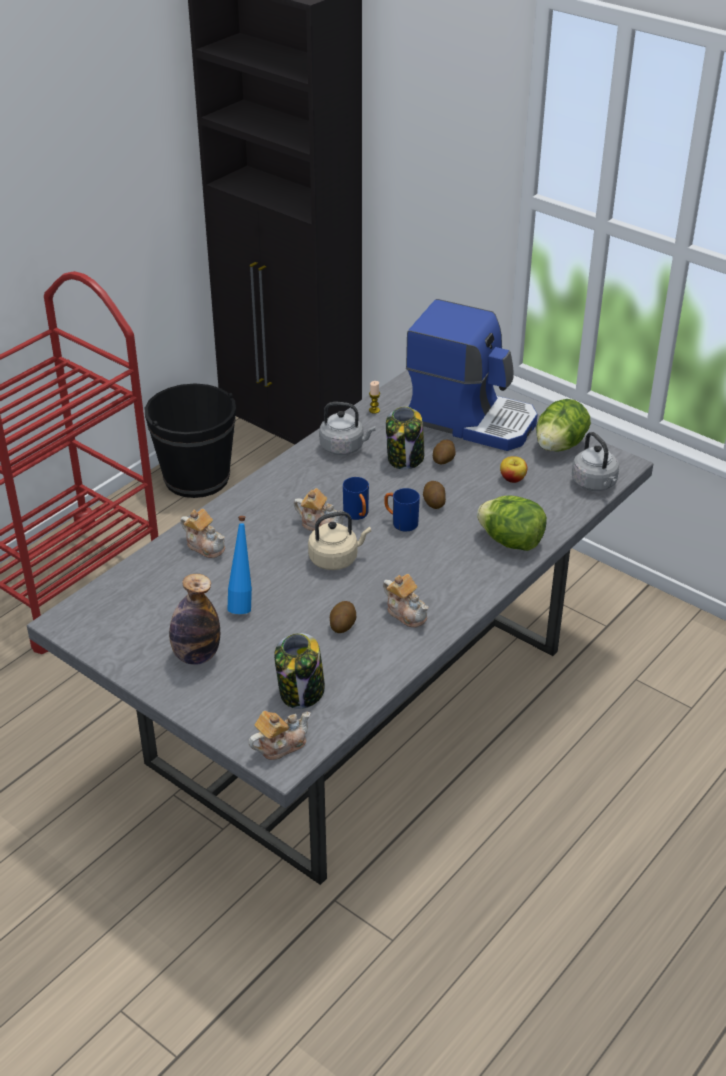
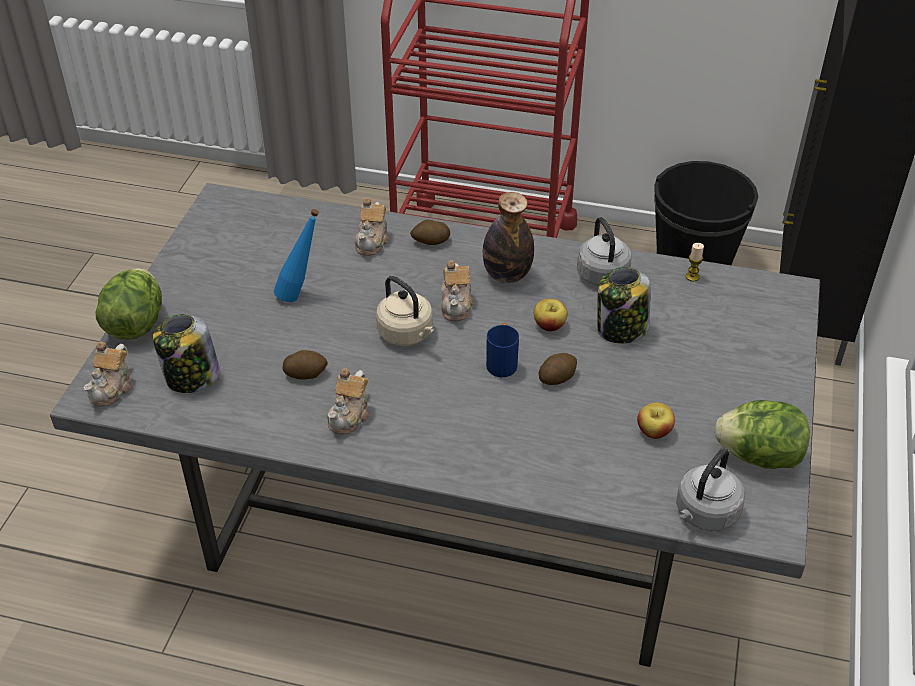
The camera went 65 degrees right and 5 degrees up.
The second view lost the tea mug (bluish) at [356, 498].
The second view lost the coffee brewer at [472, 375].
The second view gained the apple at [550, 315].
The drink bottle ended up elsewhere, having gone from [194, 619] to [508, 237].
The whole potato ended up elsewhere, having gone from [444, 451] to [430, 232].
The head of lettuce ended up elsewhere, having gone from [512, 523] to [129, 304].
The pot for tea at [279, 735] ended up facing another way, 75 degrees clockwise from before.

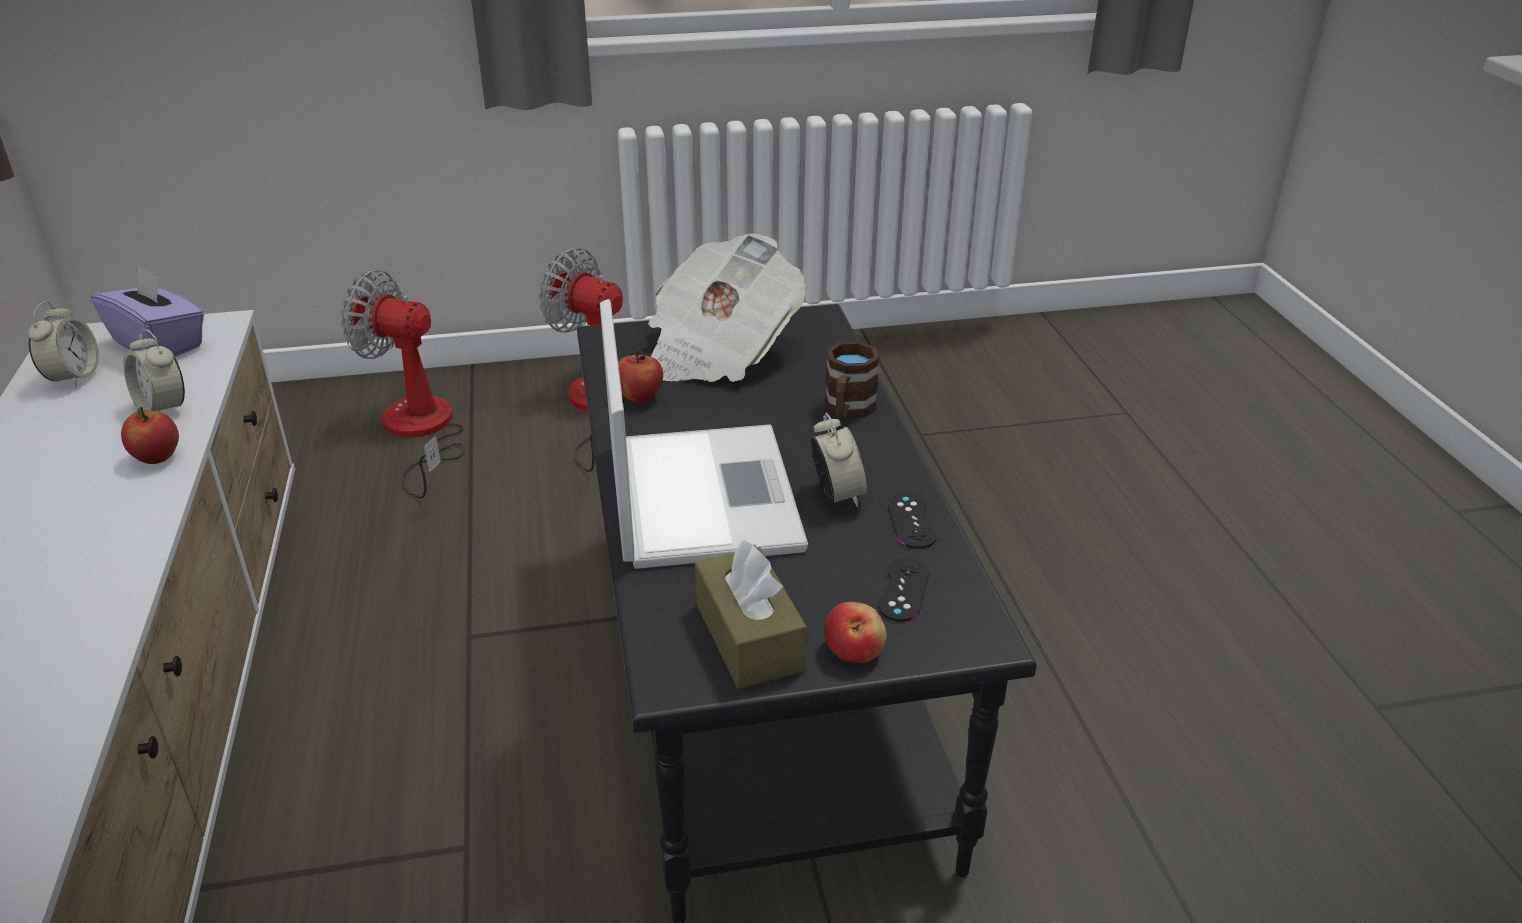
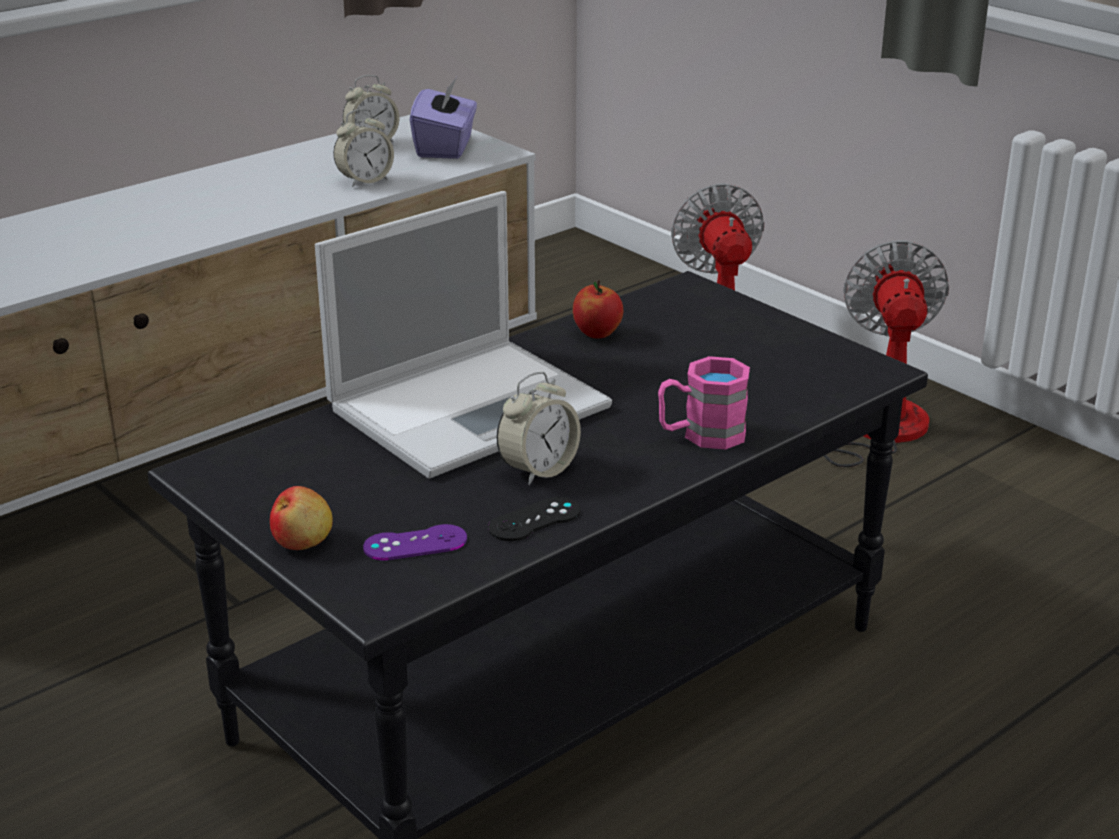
The camera went 60 degrees right and 5 degrees down.
The second view lost the apple at [150, 435].
The second view lost the printed paper at [727, 307].
The second view lost the box of tissues (brownish) at [751, 614].
What was the tea mug (brownish) at [852, 380] turned into the tea mug (pinkish) at [704, 402].
What was the game controller (blackish) at [903, 590] turned into the game controller (purple-coloured) at [415, 542].
The table clock at [154, 370] ended up facing another way, 135 degrees counterclockwise from before.

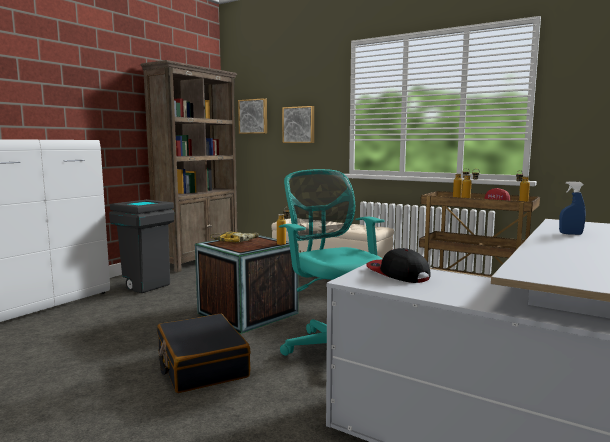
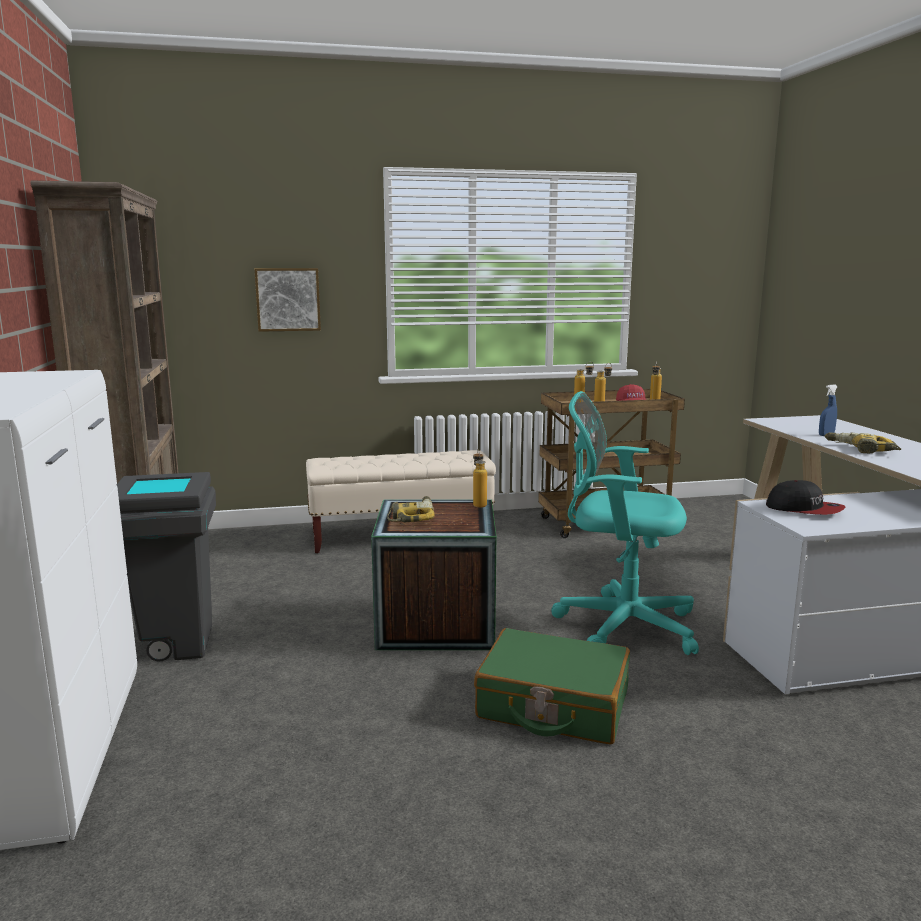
The camera went 45 degrees left and 5 degrees up.
The second view lost the picture at [252, 116].
The second view gained the electric drill at [863, 443].
What was the suitcase (blackish) at [204, 353] turned into the suitcase (greenish) at [552, 686].
The baseball cap at [398, 265] ended up facing another way, 150 degrees counterclockwise from before.

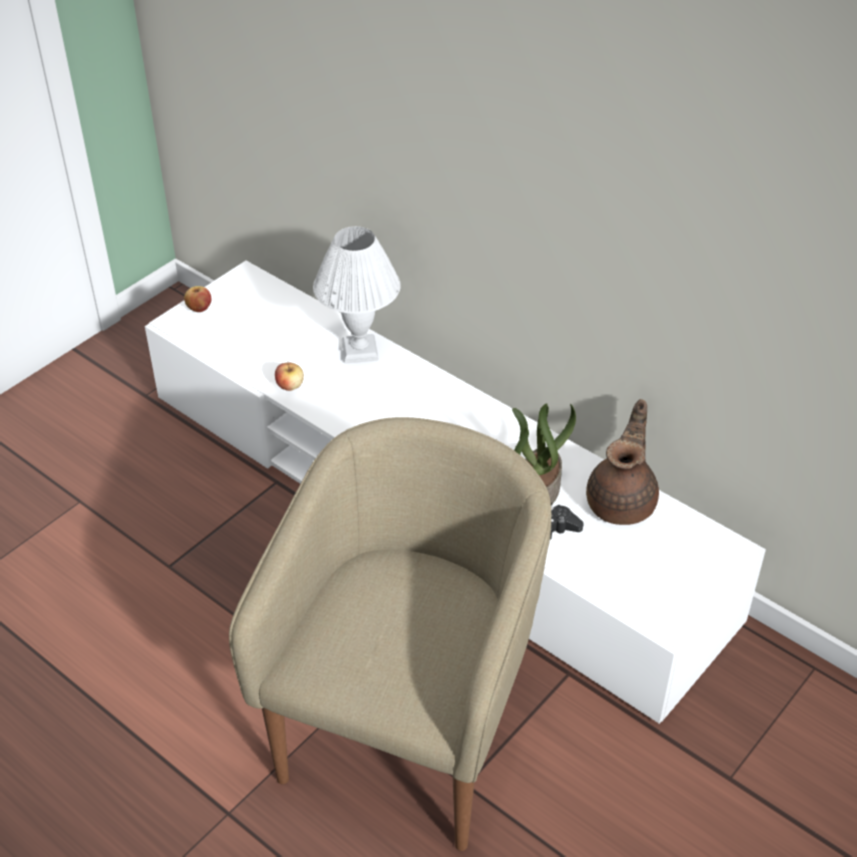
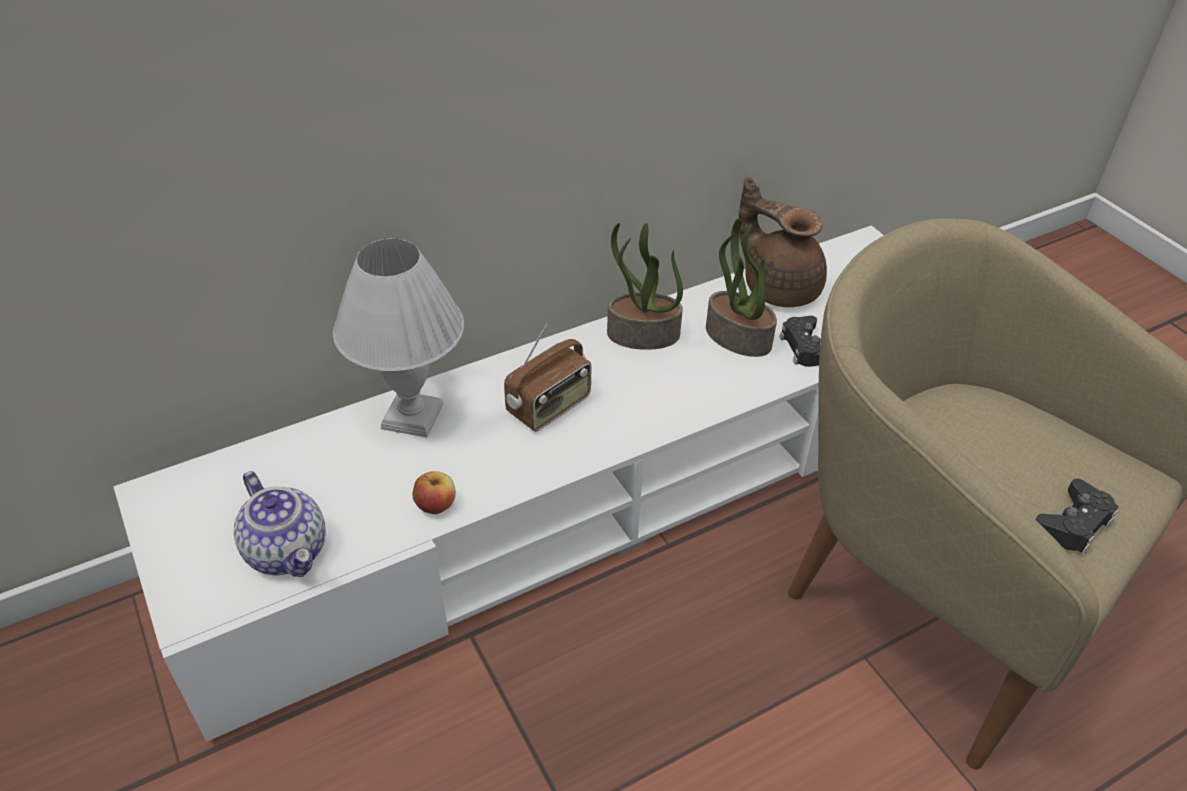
The camera went 70 degrees left and 0 degrees up.
The second view lost the apple at [197, 299].
The second view gained the pot for tea at [279, 524].
The second view gained the radio at [547, 375].
The second view gained the houseplant at [645, 286].
The second view gained the game controller (blackish) at [1077, 516].

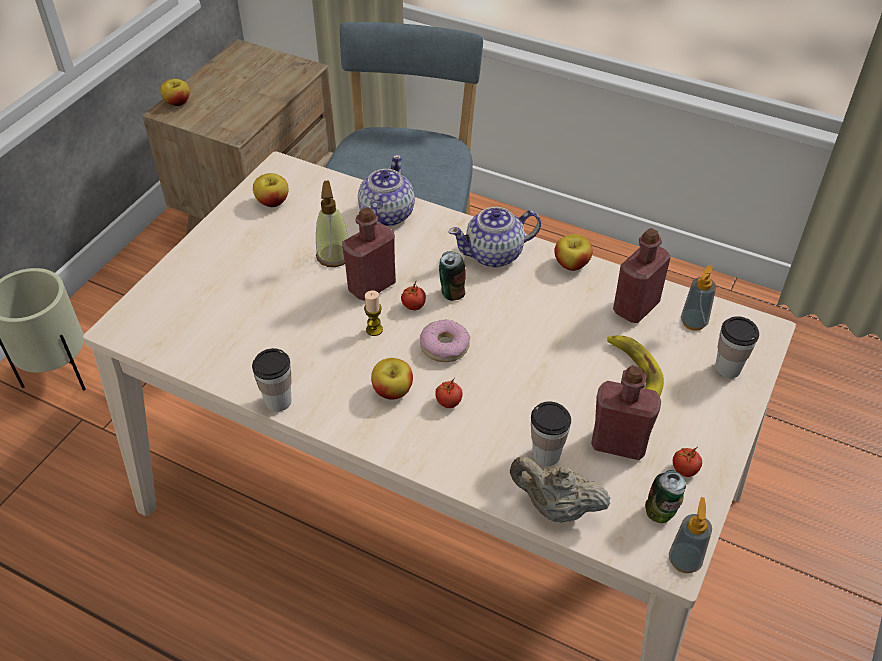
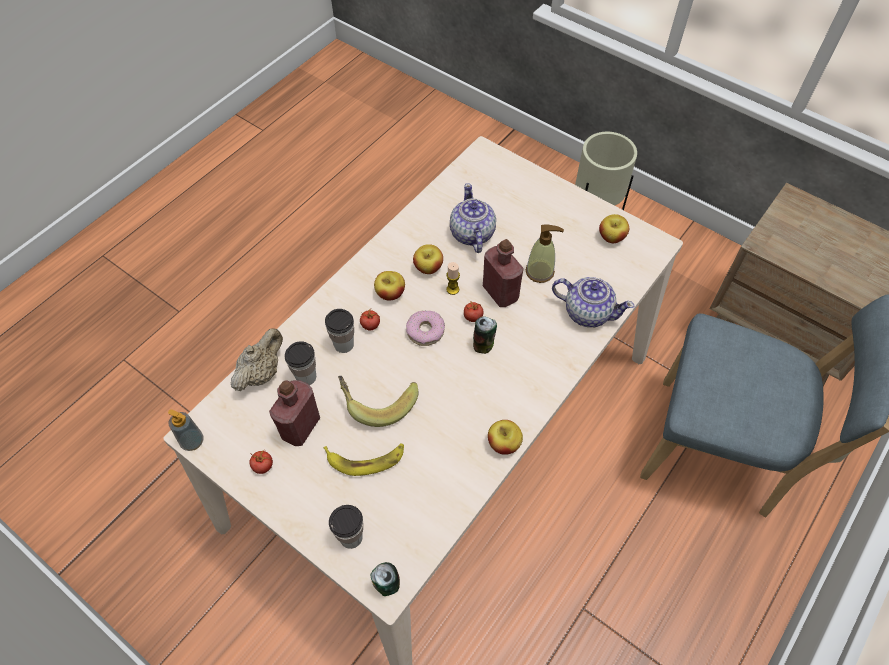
The camera went 100 degrees right and 10 degrees up.
The second view lost the drink bottle (reddish) at [642, 275].
The second view lost the soap dispenser at [698, 298].
The second view gained the banana at [378, 401].
The apple ended up elsewhere, having gone from [175, 92] to [428, 259].
The cup ended up elsewhere, having gone from [272, 380] to [339, 331].
The pot for tea ended up elsewhere, having gone from [495, 237] to [473, 218].
The sealed can ended up elsewhere, having gone from [665, 496] to [385, 579].

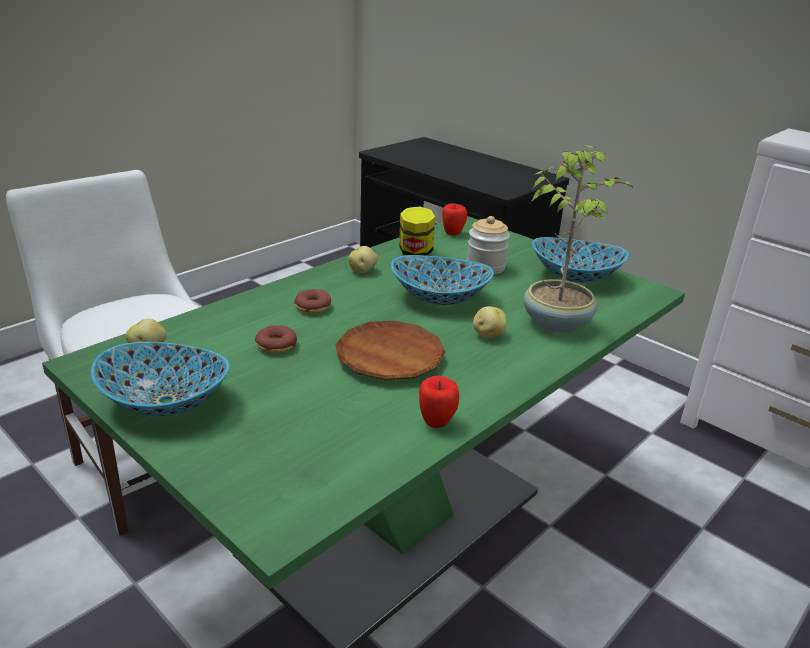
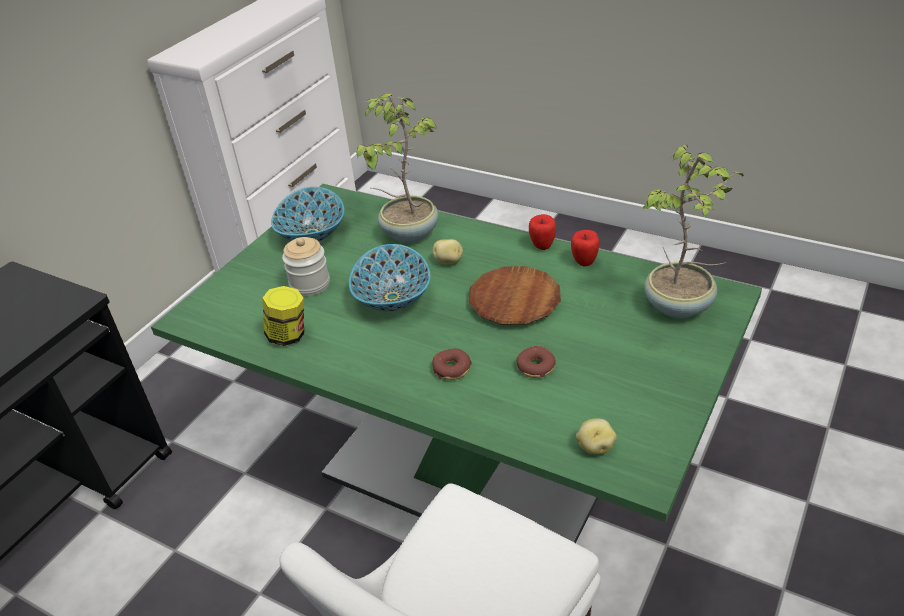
The camera went 100 degrees left and 10 degrees up.
The second view lost the deep dish at [160, 379].
The second view lost the whole potato at [363, 259].
The second view gained the houseplant at [693, 231].
The apple ended up elsewhere, having gone from [454, 219] to [542, 232].

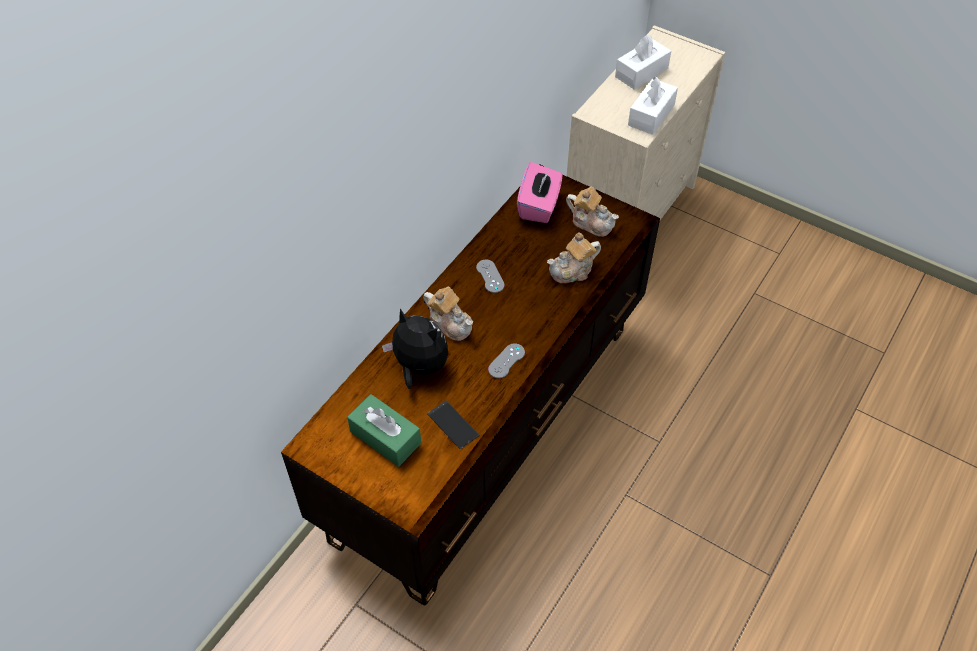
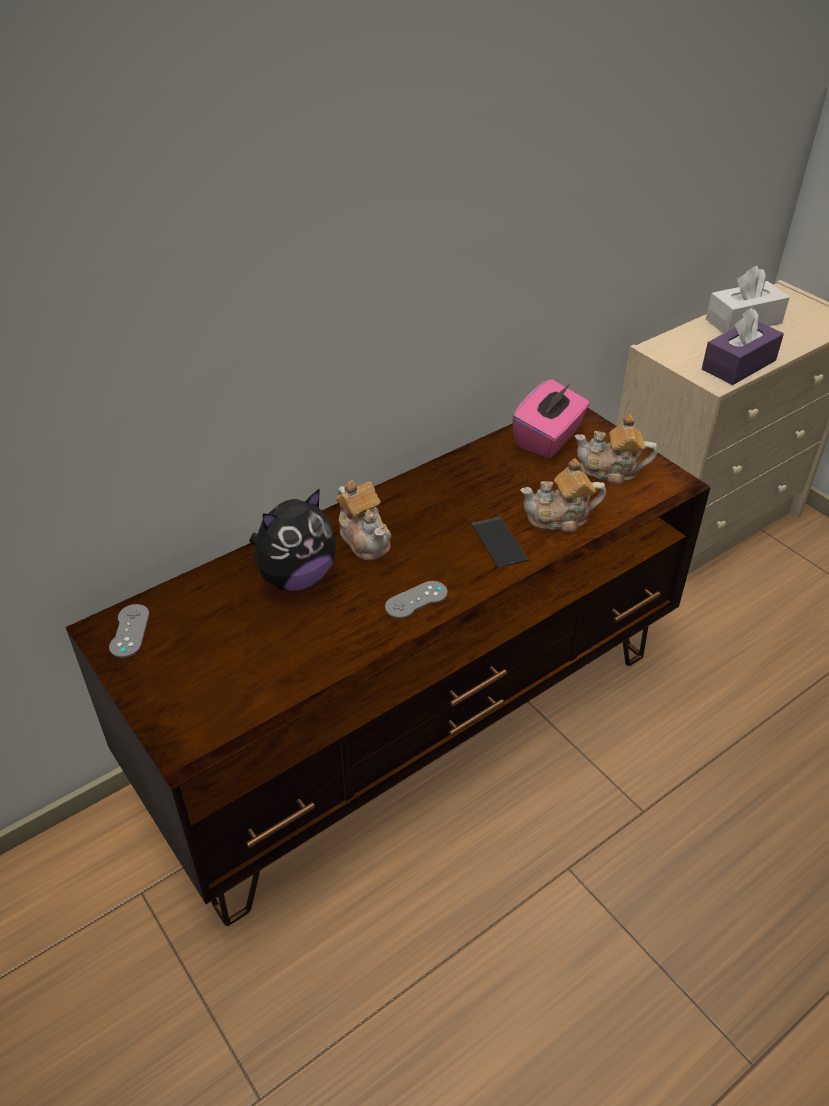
The camera went 20 degrees right and 10 degrees down.
The second view lost the box of tissues (greenish) at [384, 430].
The telephone ended up elsewhere, having gone from [453, 424] to [499, 542].
The game controller (gray) ended up elsewhere, having gone from [490, 276] to [129, 631].
What was the box of tissues (white) at [653, 105] turned into the box of tissues (purple-coloured) at [743, 346].
The plush toy at [415, 349] ended up facing another way, 90 degrees clockwise from before.
The pot for tea at [592, 212] ended up facing another way, 135 degrees clockwise from before.

